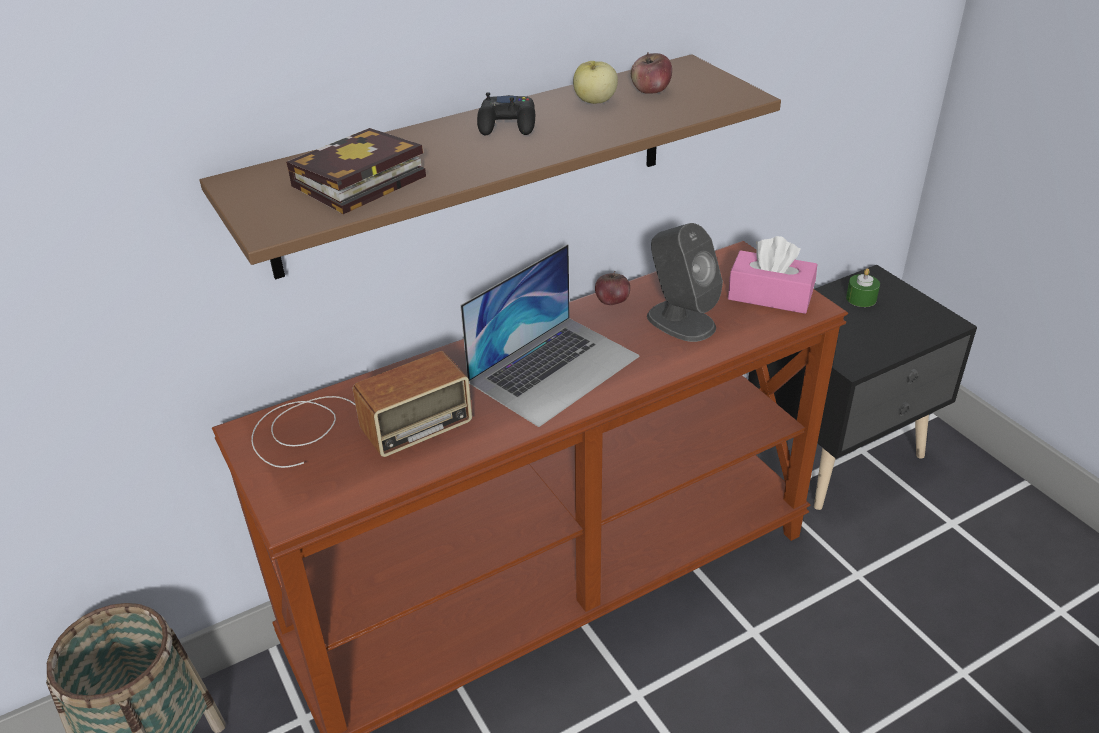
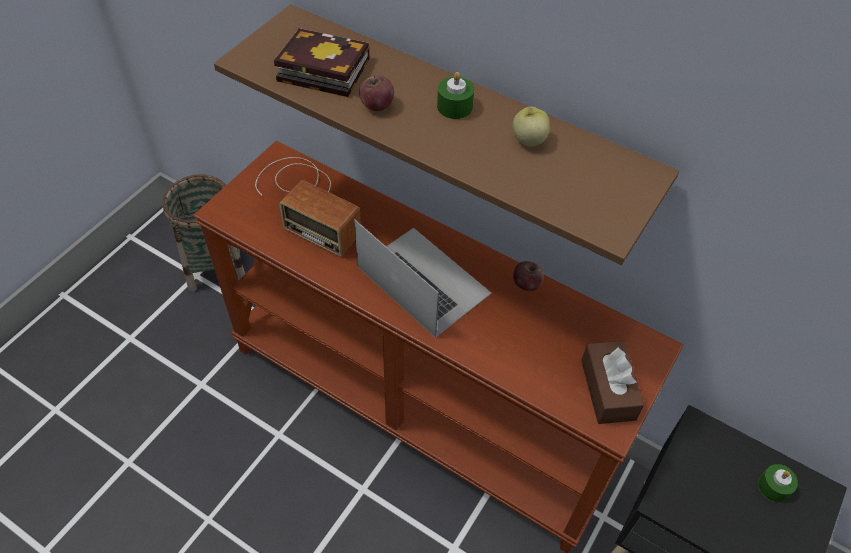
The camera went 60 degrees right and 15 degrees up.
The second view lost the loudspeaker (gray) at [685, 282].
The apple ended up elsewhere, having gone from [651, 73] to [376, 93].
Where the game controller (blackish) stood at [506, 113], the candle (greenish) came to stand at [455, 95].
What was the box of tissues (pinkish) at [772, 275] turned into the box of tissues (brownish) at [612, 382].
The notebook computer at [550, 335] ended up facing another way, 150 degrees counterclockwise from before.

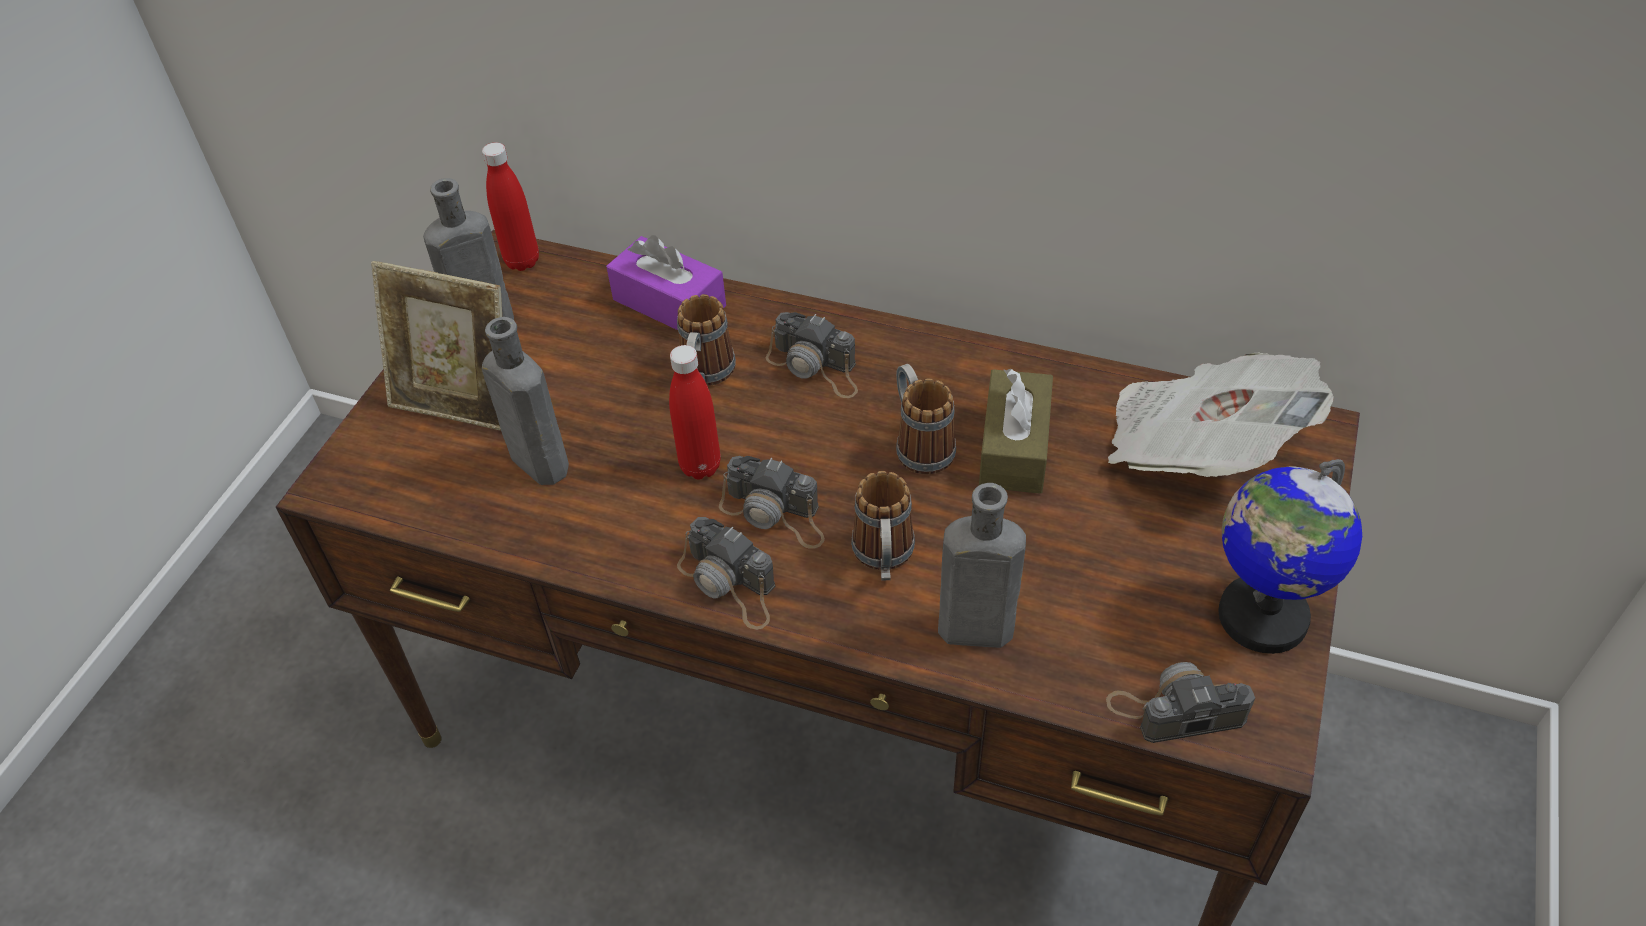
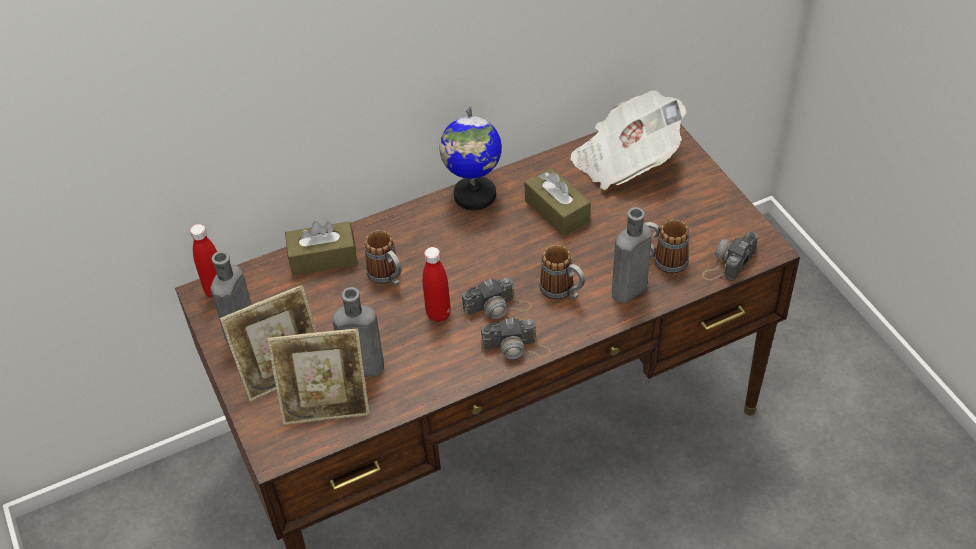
The camera went 45 degrees left and 0 degrees up.
The second view lost the photo camera at [812, 355].
The second view gained the picture frame at [318, 376].
The tea mug ended up elsewhere, having gone from [926, 419] to [666, 246].
The world globe ended up elsewhere, having gone from [1290, 556] to [470, 158].
What was the box of tissues (purple-coloured) at [666, 282] turned into the box of tissues (brownish) at [321, 248].

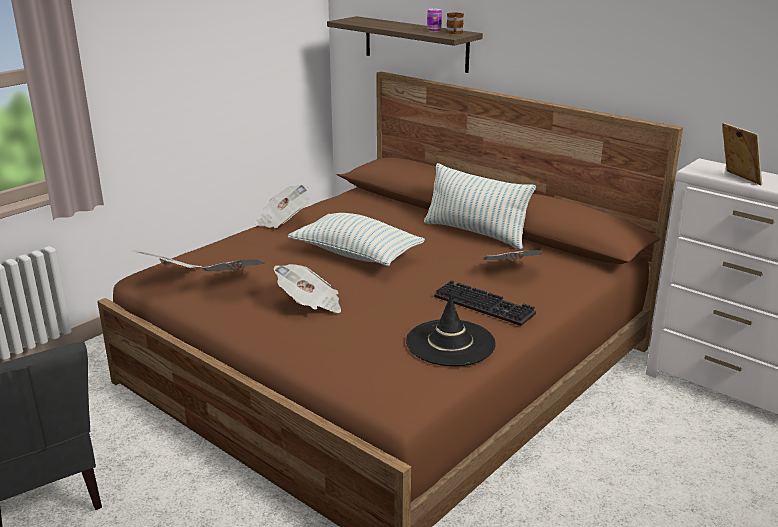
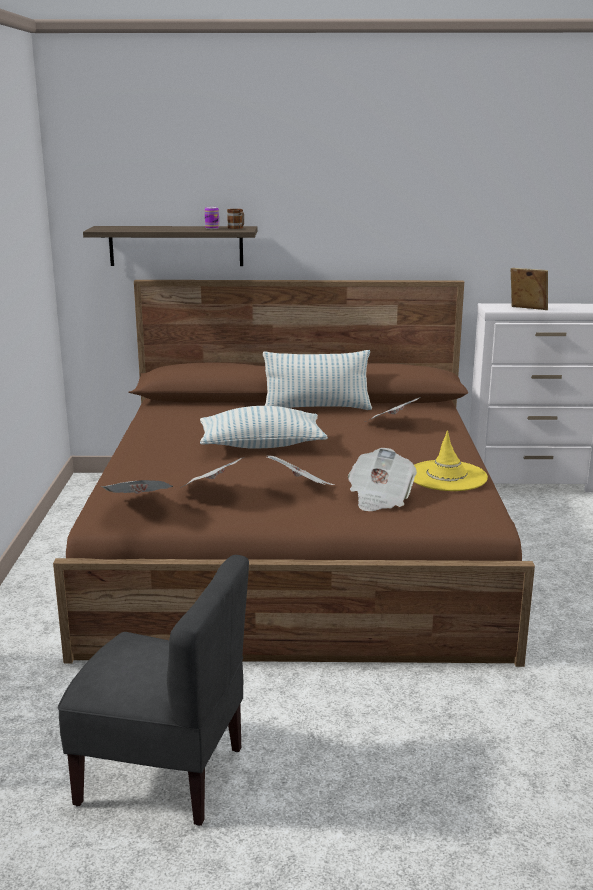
The camera went 40 degrees left and 5 degrees down.
The second view lost the computer keyboard at [485, 303].
The printed paper ended up elsewhere, having gone from [282, 206] to [382, 479].
What was the hat (blackish) at [450, 330] turned into the hat (yellow-coloured) at [451, 461].

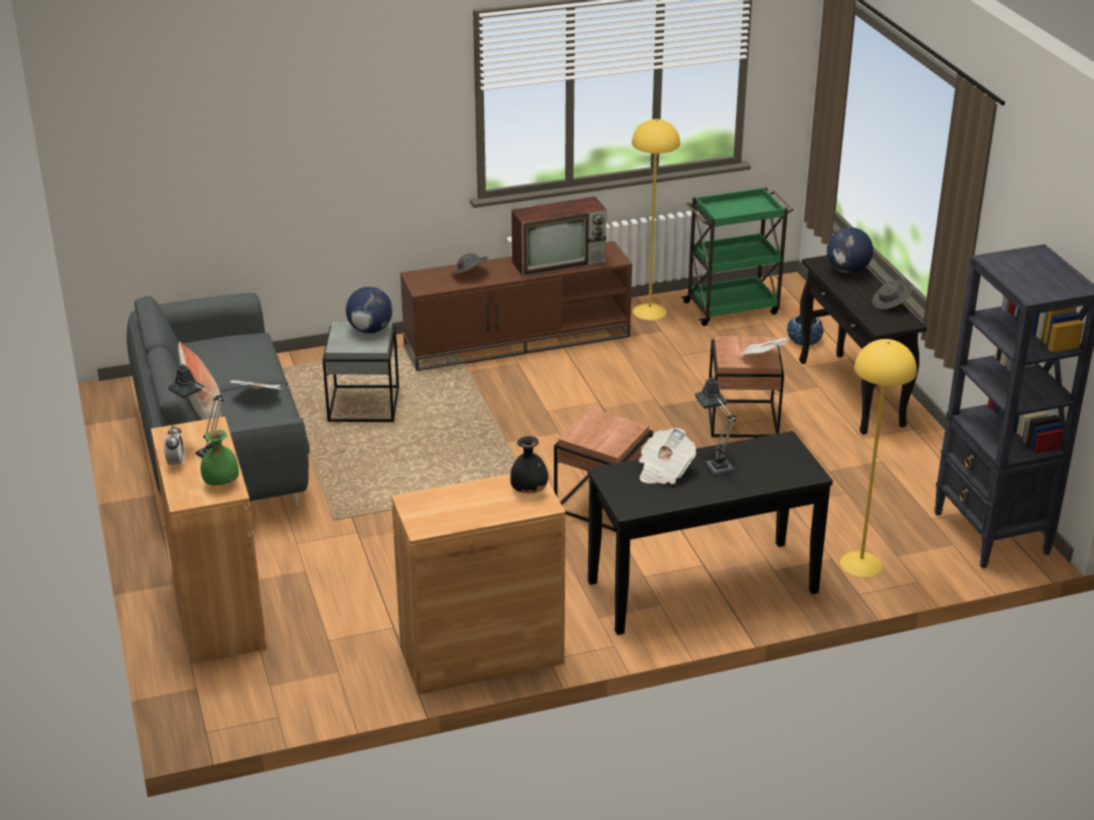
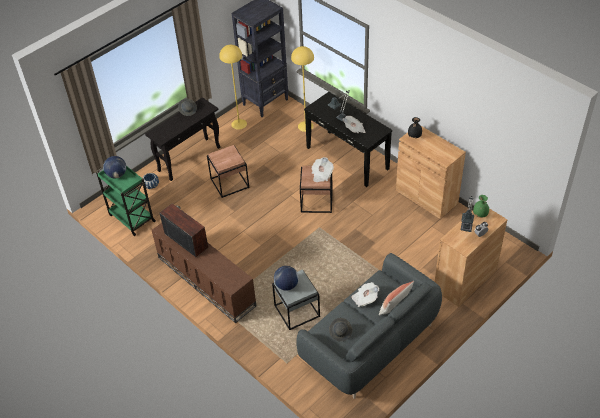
The camera went 115 degrees left and 15 degrees up.
The hat (gray) ended up elsewhere, having gone from [470, 264] to [340, 329].
The standard lamp (yellow-coloured) ended up elsewhere, having gone from [656, 219] to [233, 87].
The printed paper ended up elsewhere, having gone from [765, 346] to [322, 169].
The world globe ended up elsewhere, having gone from [850, 250] to [114, 167].

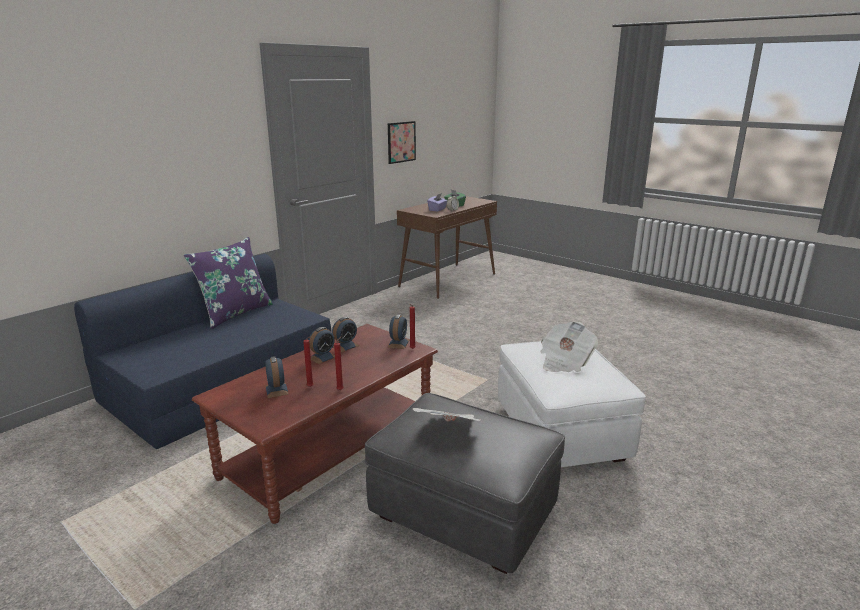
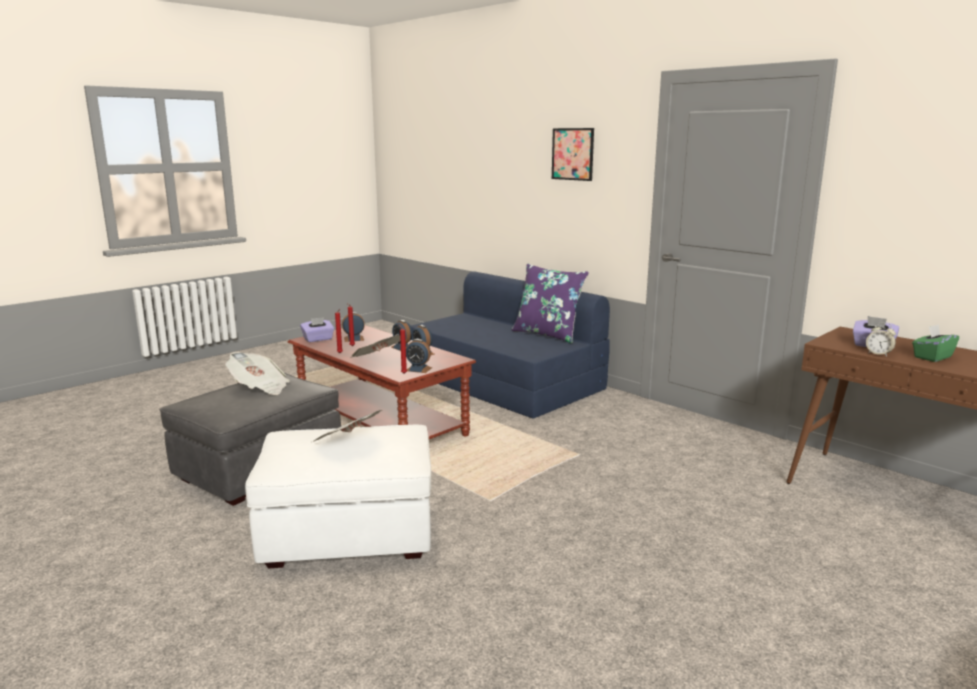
The camera went 95 degrees right and 5 degrees down.
The second view gained the box of tissues (purple-coloured) at [317, 329].
The second view gained the printed paper at [376, 346].
The picture ended up elsewhere, having gone from [402, 142] to [573, 154].

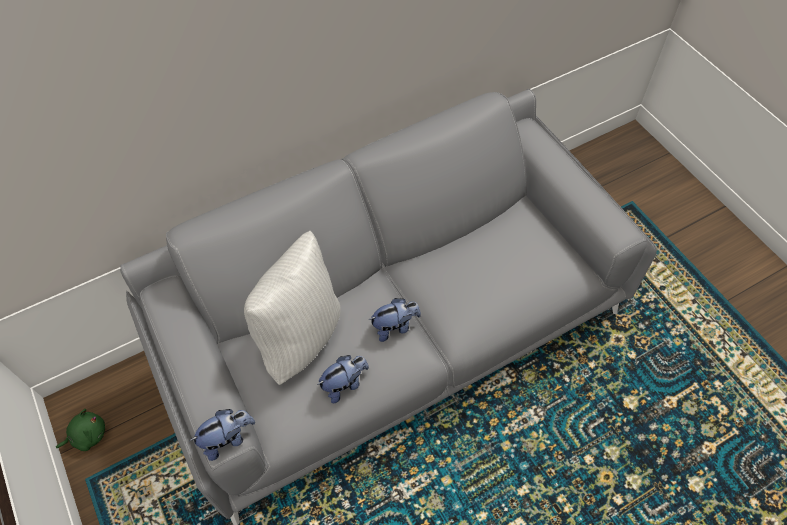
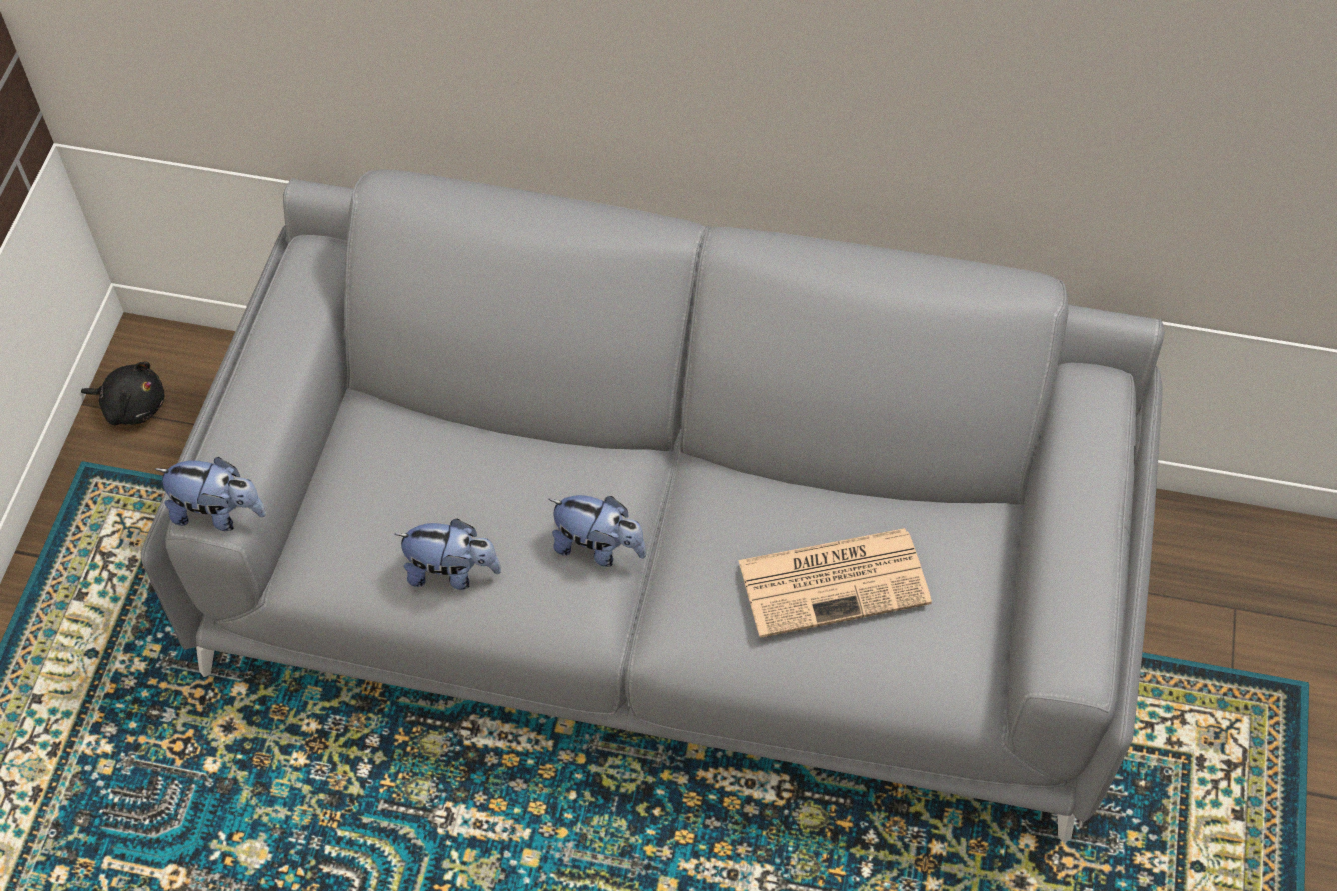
The camera went 40 degrees right and 0 degrees up.
The second view lost the pillow (white) at [292, 308].
The second view gained the printed paper at [835, 583].
What was the plush toy (greenish) at [80, 430] turned into the plush toy (blackish) at [122, 393].

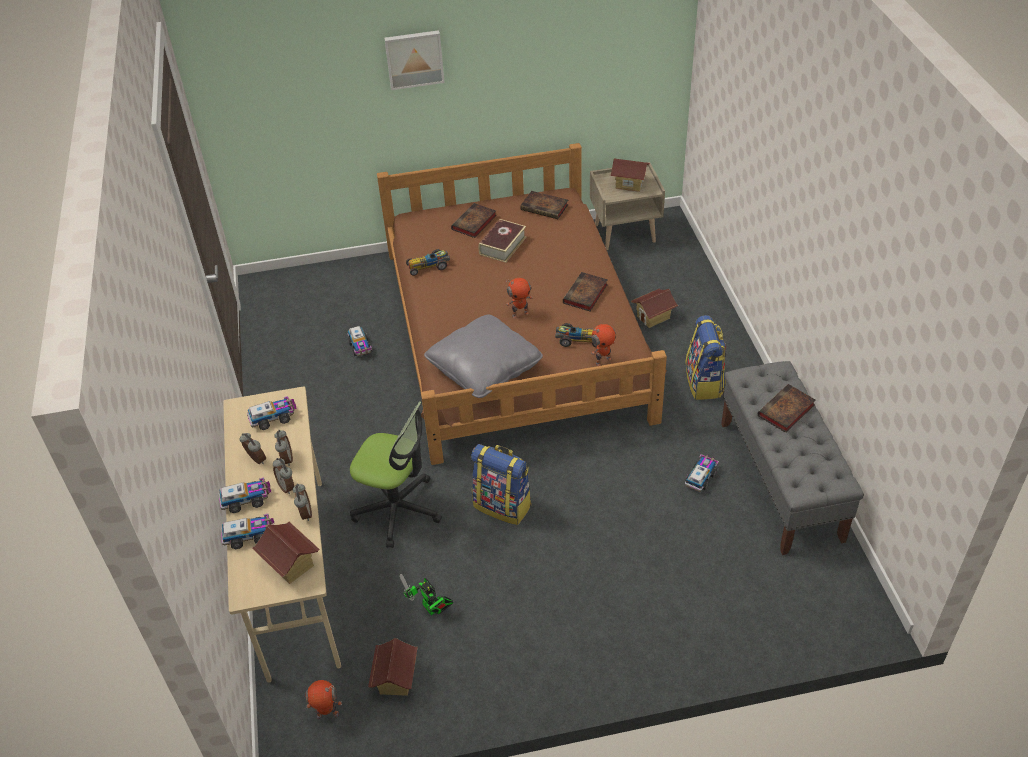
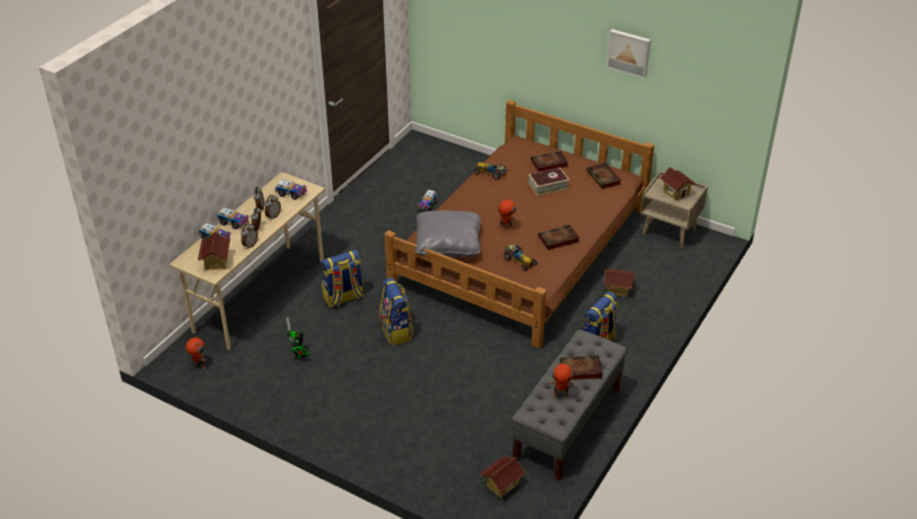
The camera went 40 degrees right and 5 degrees down.
The second view lost the toy lorry at [702, 473].
The miniature house ended up elsewhere, having gone from [393, 667] to [503, 477].
The picture ended up elsewhere, having gone from [414, 60] to [628, 53].
The model robot ended up elsewhere, having gone from [603, 345] to [562, 380].
Where the desk chair stood at [396, 474], the knapsack came to stand at [342, 278].

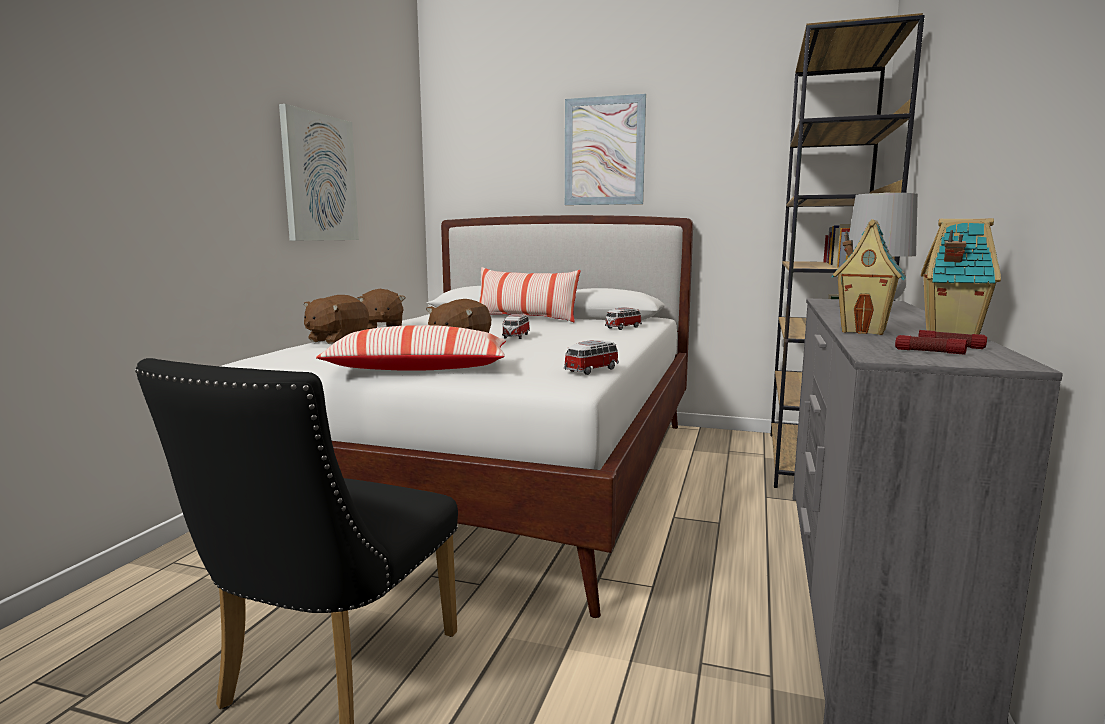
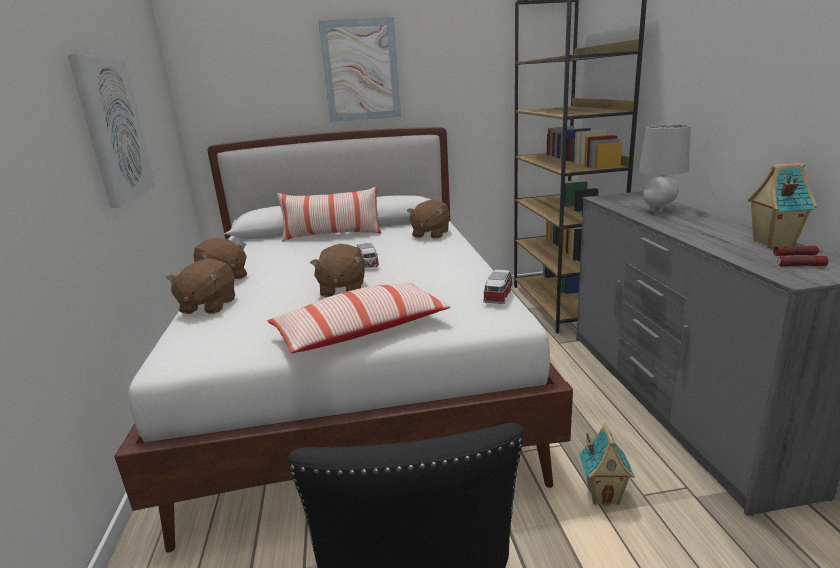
The camera went 25 degrees left and 10 degrees up.
The miniature house ended up elsewhere, having gone from [868, 277] to [607, 464].
Where the model car stood at [623, 318], the plush toy (brownish) came to stand at [428, 219].

